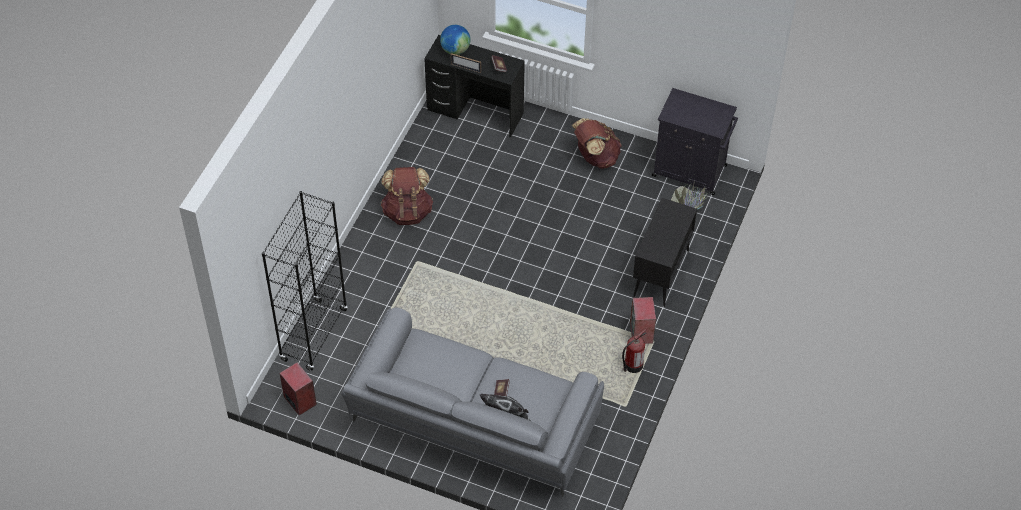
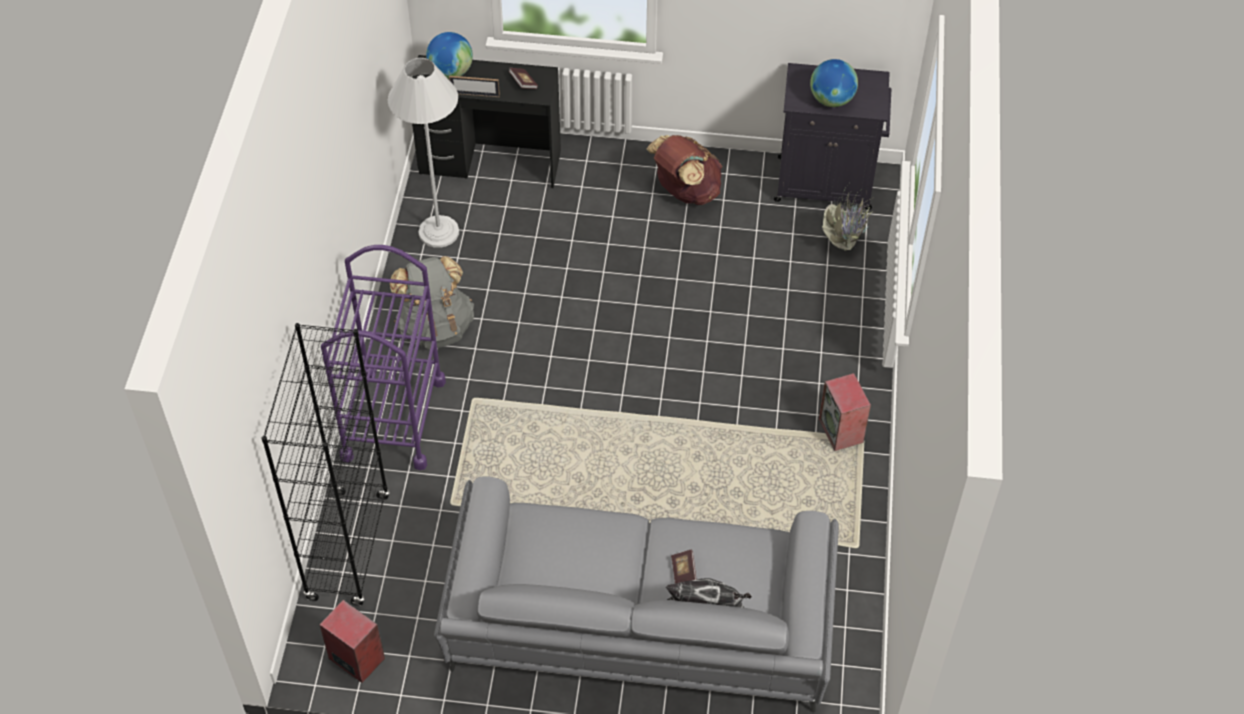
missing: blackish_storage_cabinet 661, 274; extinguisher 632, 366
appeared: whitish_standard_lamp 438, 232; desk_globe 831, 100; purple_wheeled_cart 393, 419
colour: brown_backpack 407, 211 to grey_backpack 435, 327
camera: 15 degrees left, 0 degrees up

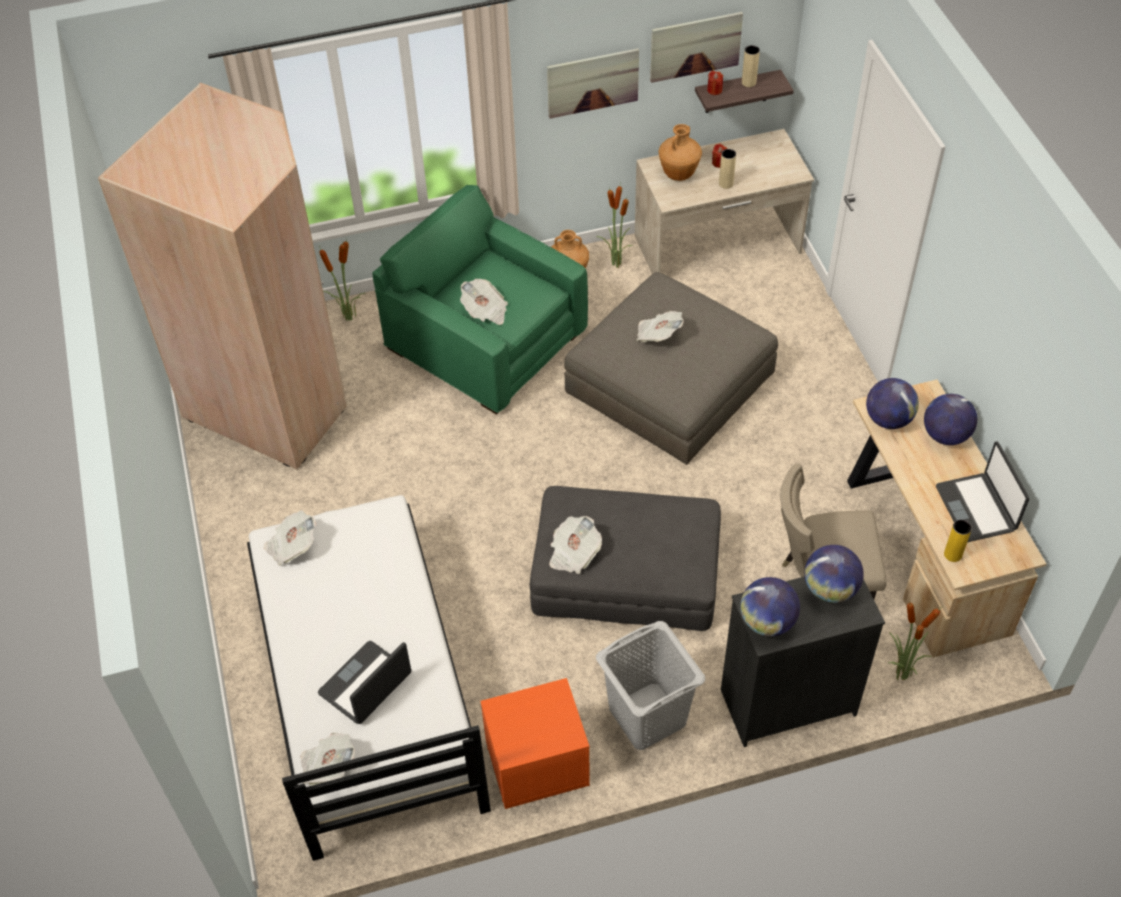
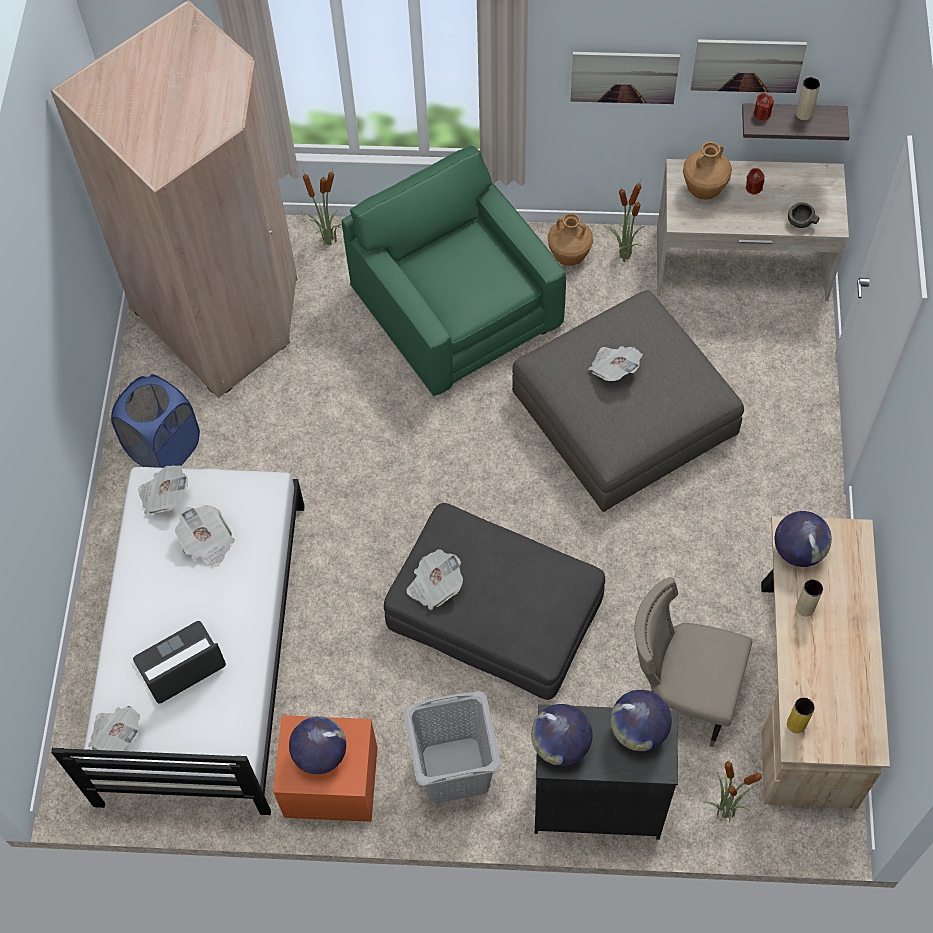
missing: notebook_computer 976, 508
appeared: grey_serving_bowl 800, 221; blue_washing_basket 164, 448
relocated: sand-coloured_vase 726, 184 to 805, 608; newspaper 485, 311 to 207, 542; desk_globe 945, 435 to 320, 754
camera: 20 degrees right, 10 degrees up

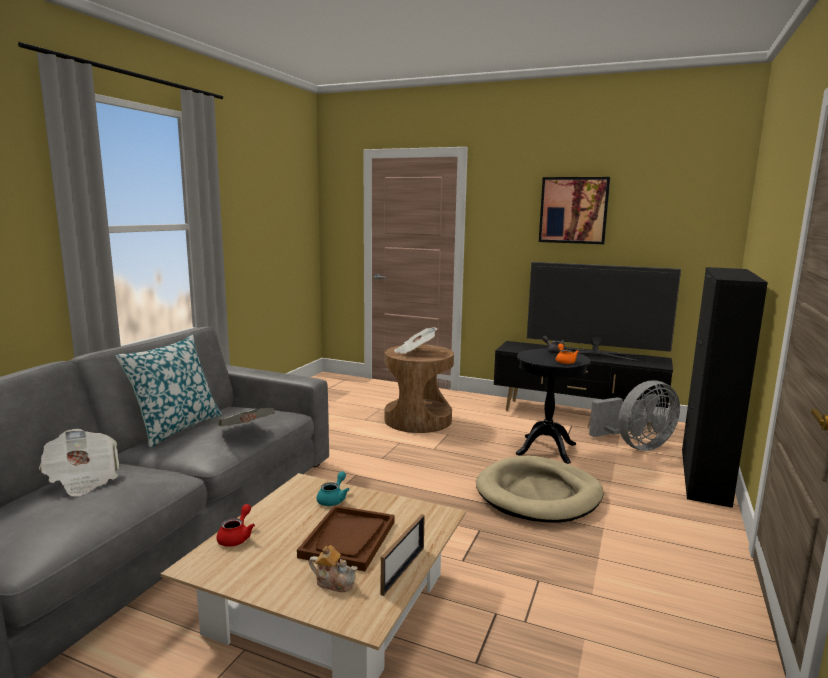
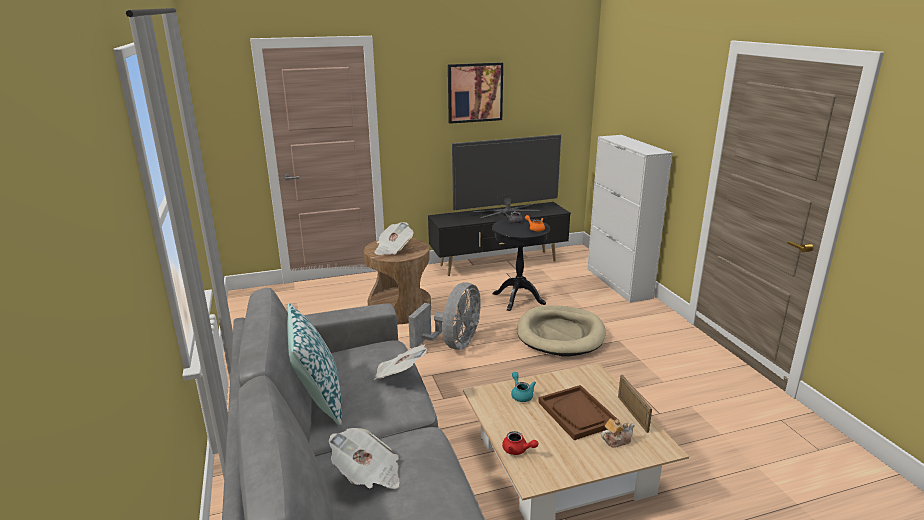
relocated: grey_cooling_fan 636, 446 to 453, 344
colour: blackish_storage_cabinet 704, 476 to whitish_storage_cabinet 618, 283
spun: red_pot_for_tea 237, 537 = 517, 450 150 degrees clockwise
camera: 40 degrees left, 10 degrees up

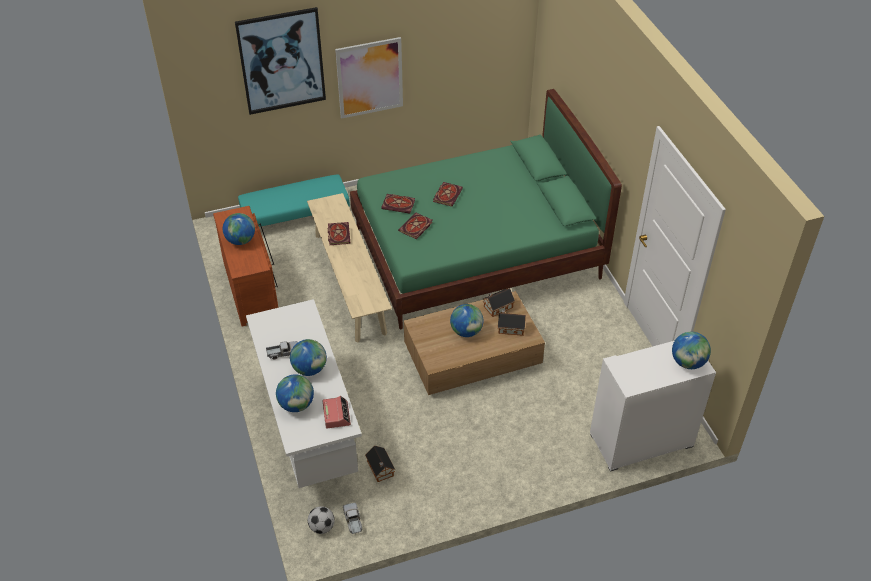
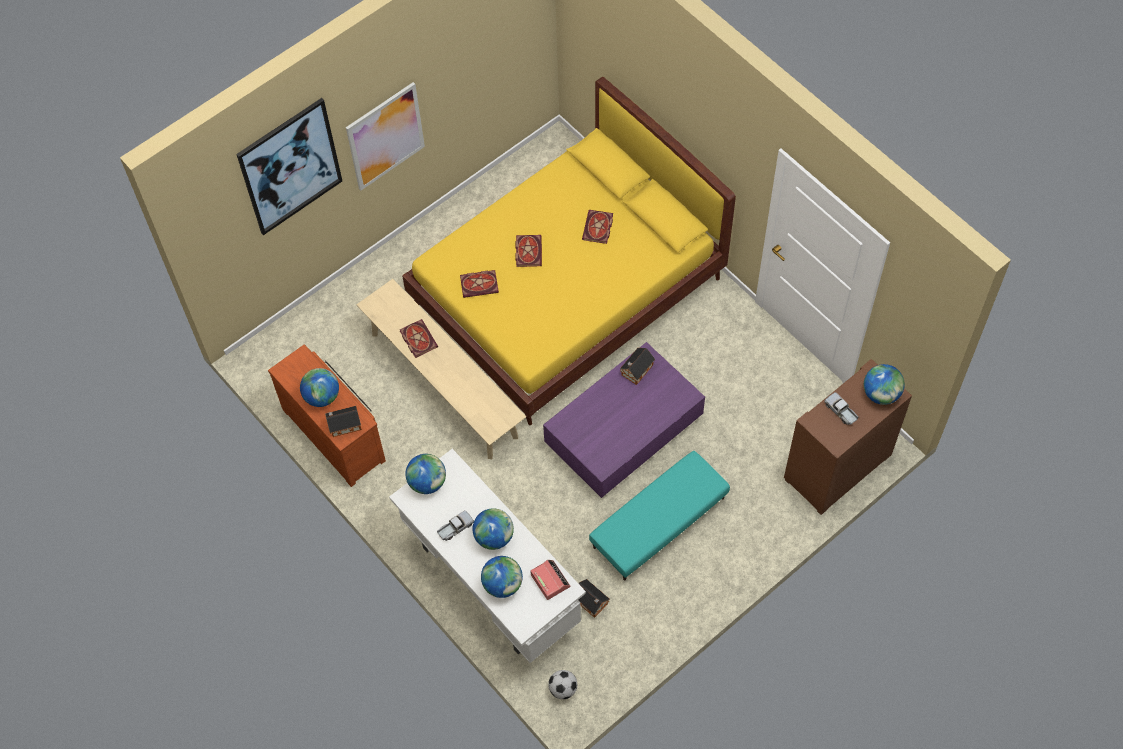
relocated: blue-green_ottoman 295, 214 to 659, 523; bound_book 415, 227 to 598, 228; desk_globe 466, 331 to 427, 482; miniature_house 510, 328 to 343, 425; toy_lorry 353, 521 to 841, 411
colour: greenish_sleeping_bed 476, 253 to yellow_sleeping_bed 568, 293; brown_low_table 473, 356 to purple_low_table 624, 430; whitish_storage_cabinet 641, 441 to brown_storage_cabinet 838, 468
camera: 20 degrees left, 15 degrees up

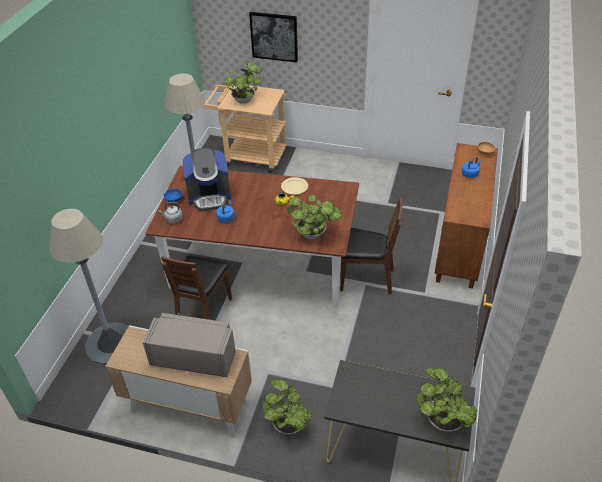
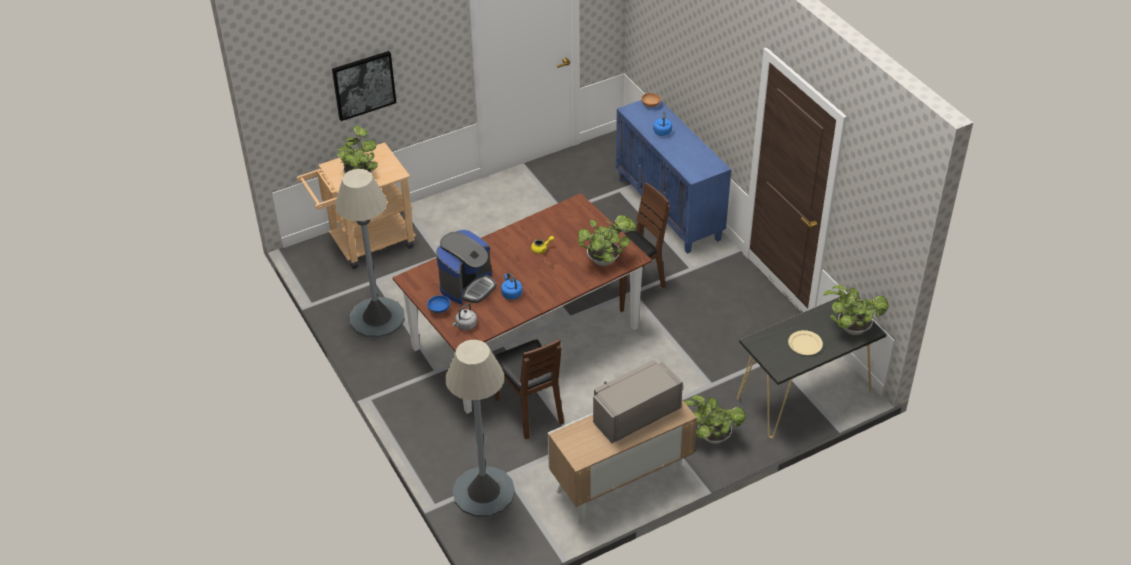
relocated: sand-coloured_plate 294, 187 to 804, 344
colour: brown_storage_cabinet 460, 245 to blue_storage_cabinet 670, 209
camera: 45 degrees left, 0 degrees up

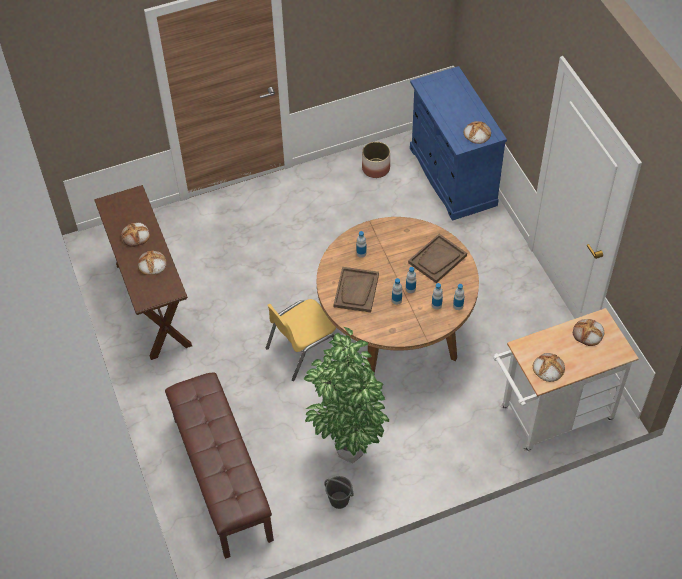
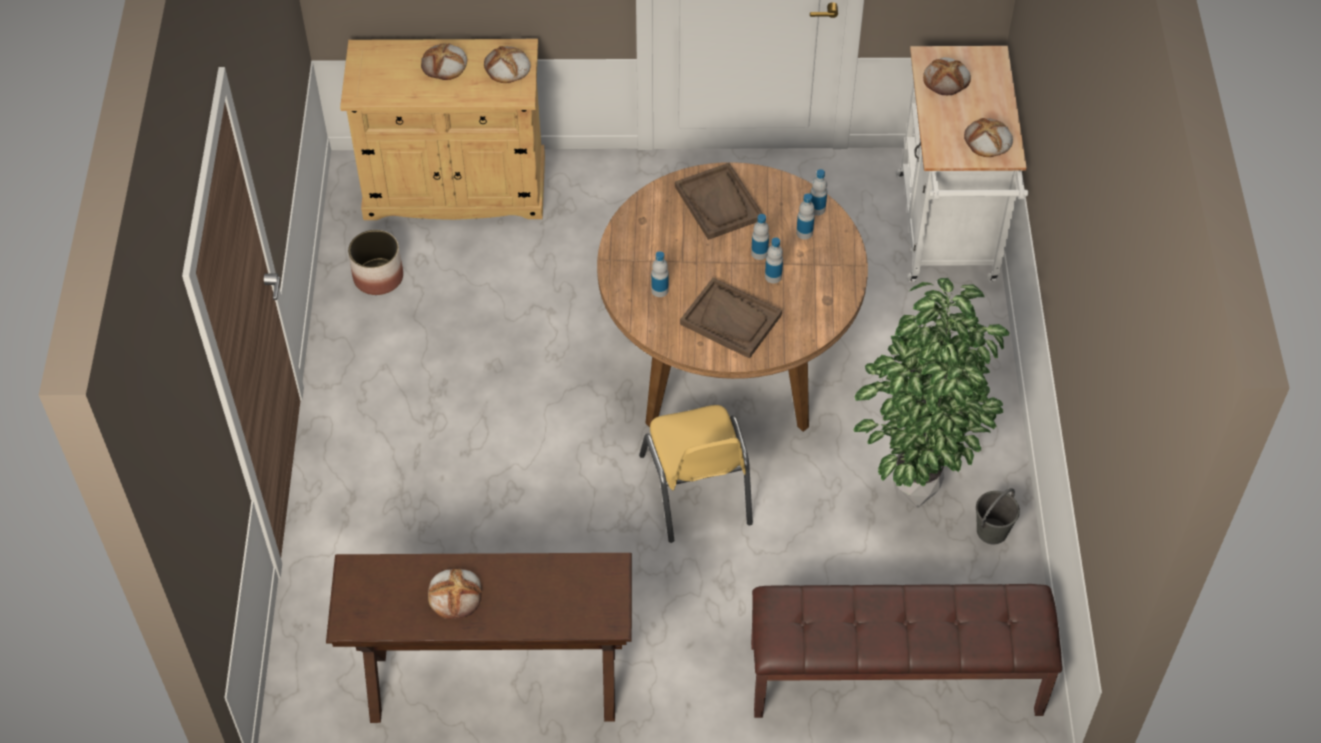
relocated: bakery_bread 152, 264 to 444, 65
colour: blue_storage_cabinet 452, 176 to sand-coloured_storage_cabinet 455, 188
camera: 70 degrees left, 0 degrees up

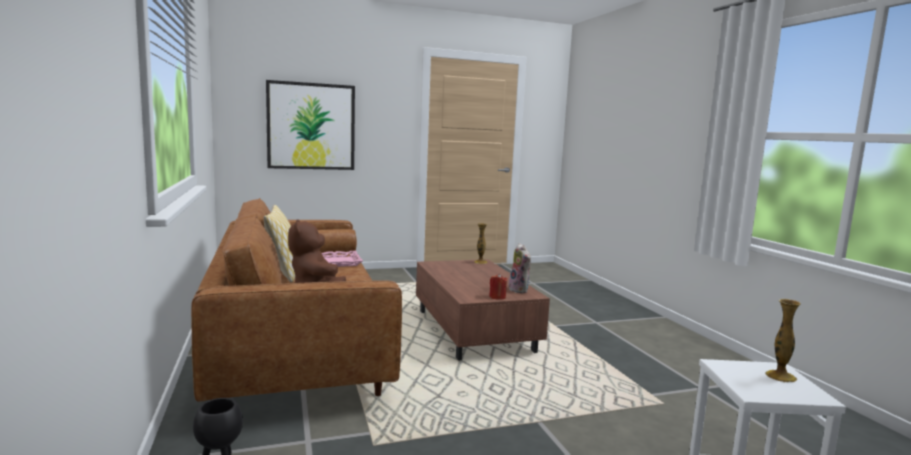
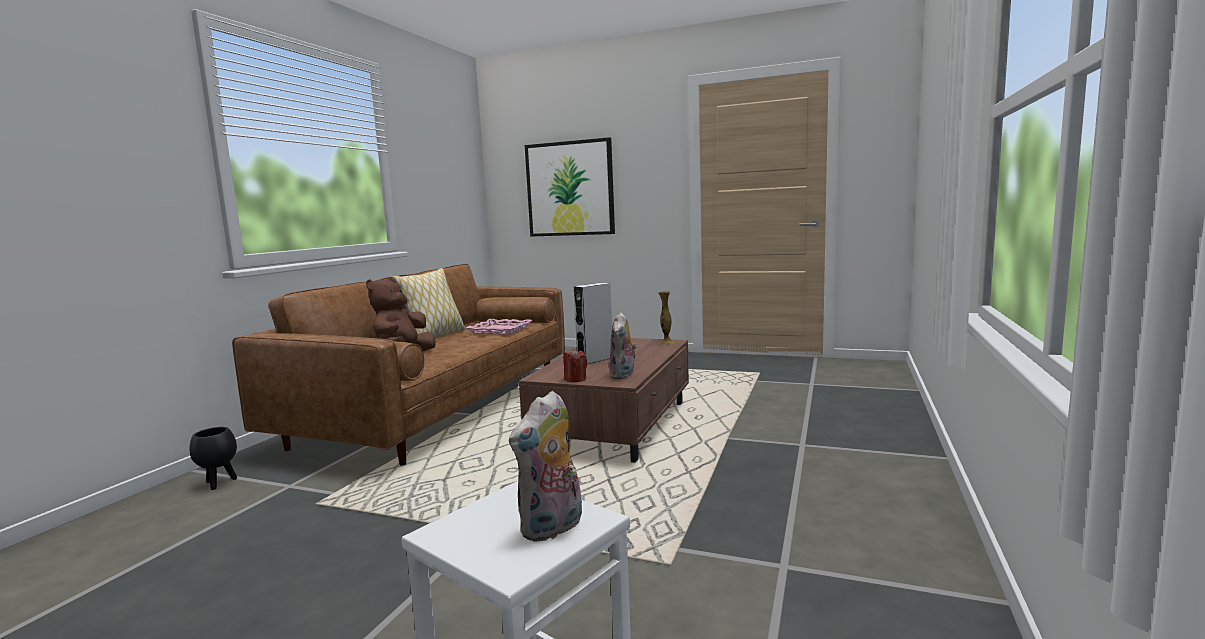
appeared: grey_audio_speaker 595, 360
exchanged: vase 780, 376 to cuddly_toy 552, 528
camera: 40 degrees right, 0 degrees up

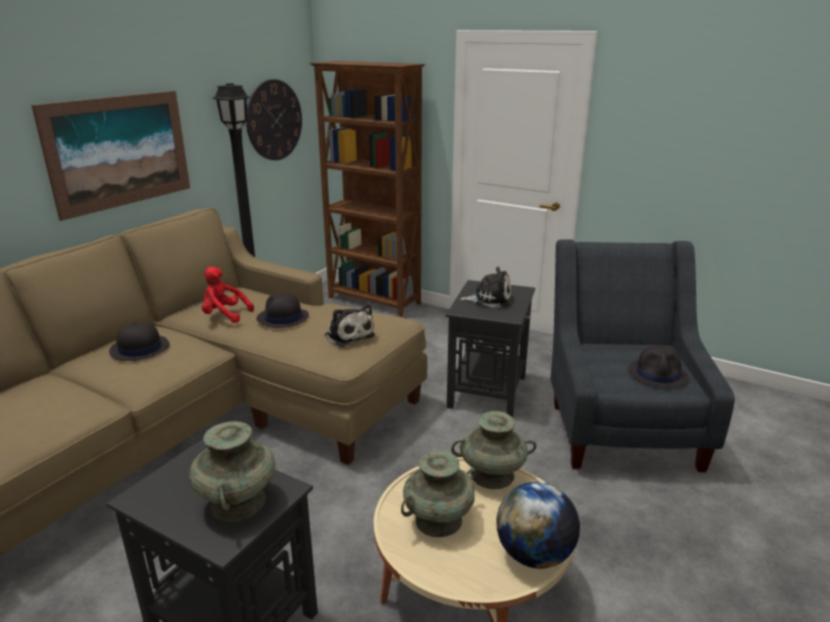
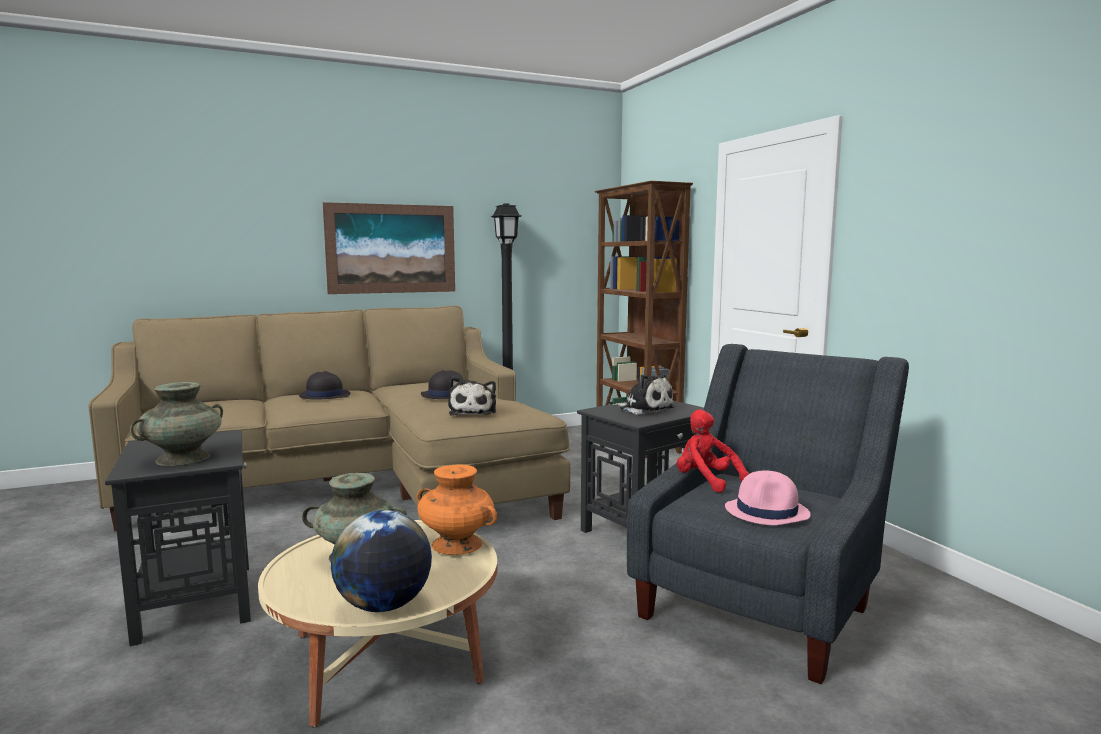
missing: clock_on_the_wall 274, 120
relocated: red_cuddly_toy 224, 315 to 706, 481
colour: blackish_clothing_hat 658, 374 to pink-coloured_clothing_hat 767, 512; blue-green_vase 492, 475 to orangey_vase 456, 544
camera: 35 degrees right, 15 degrees down

